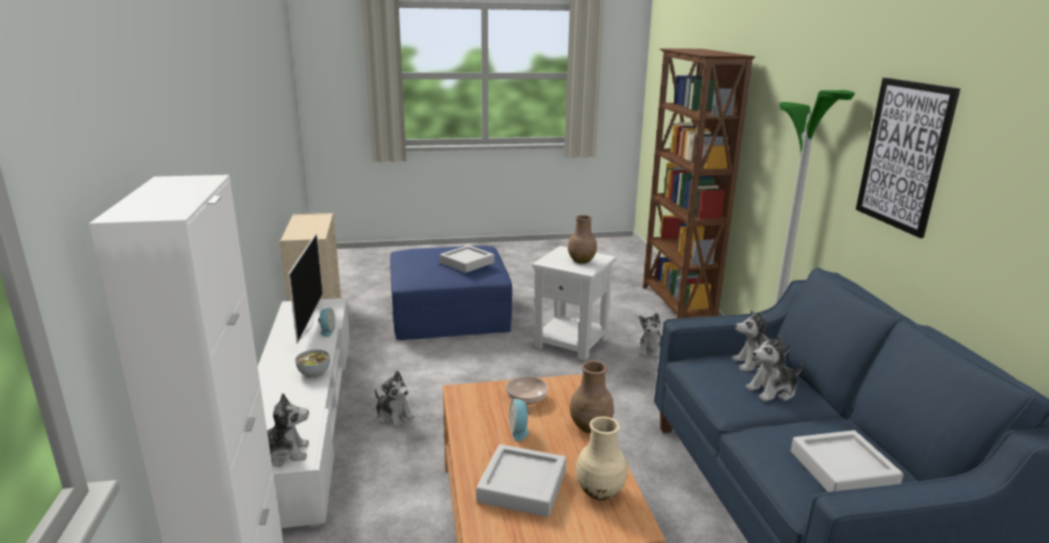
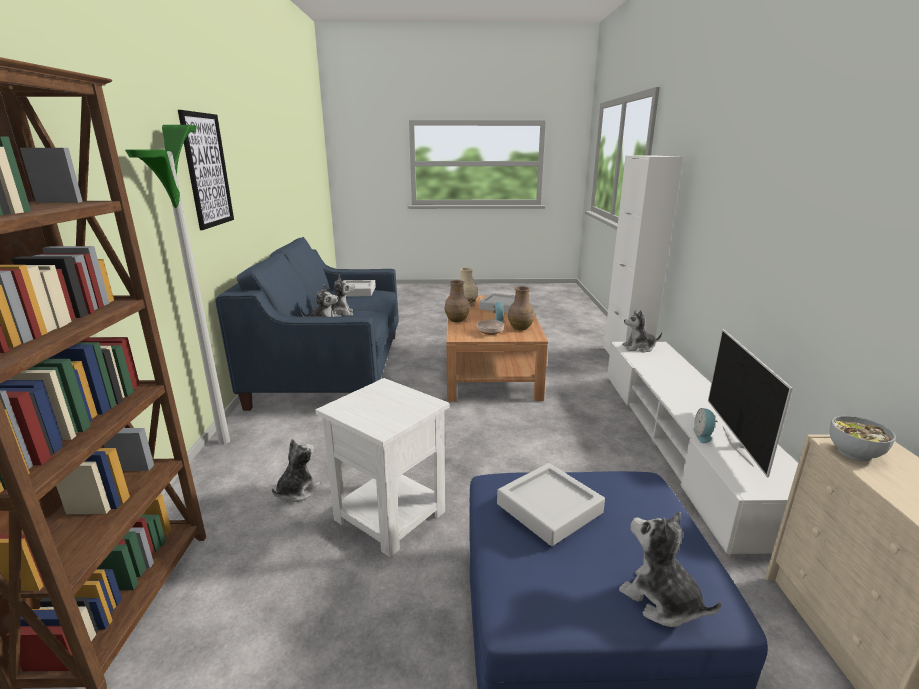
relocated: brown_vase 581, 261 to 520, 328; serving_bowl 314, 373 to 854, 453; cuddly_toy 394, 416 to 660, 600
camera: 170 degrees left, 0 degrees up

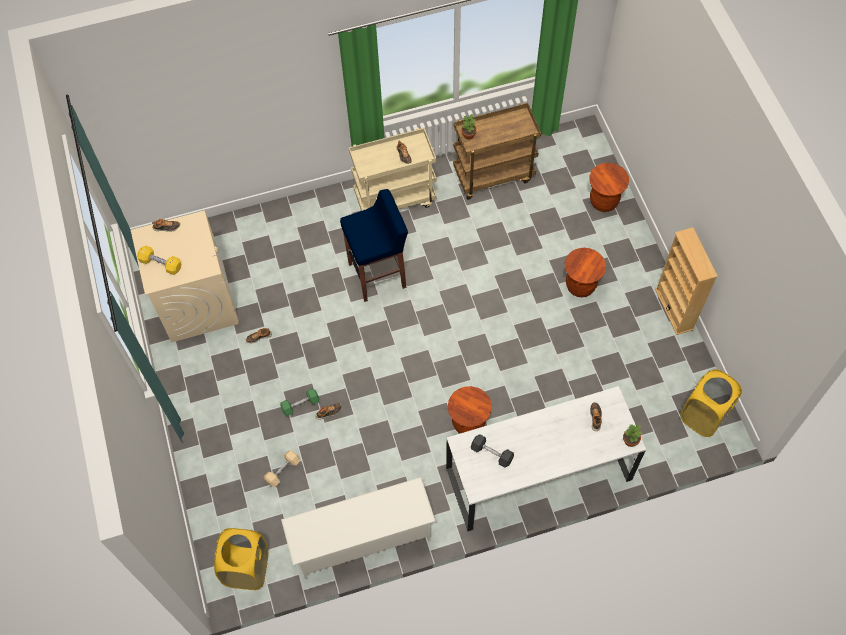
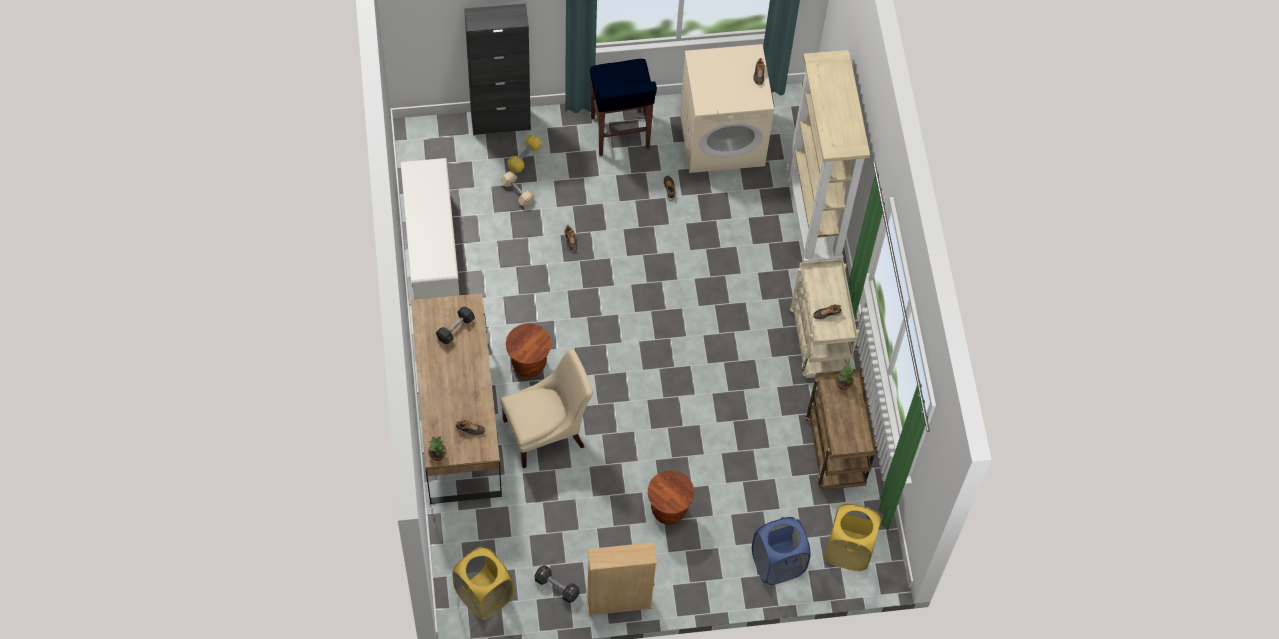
missing: greenish_hand_weight 300, 405
appeared: blackish_storage_cabinet 500, 121; sand-coloured_shelving_unit 814, 219; sand-coloured_upright_chair 547, 432; blackish_hand_weight 557, 587
relocated: blue_stool_seat 378, 275 to 620, 133; yellow_hand_weight 161, 264 to 524, 157; yellow_washing_basket 247, 568 to 848, 550
exchanged: brown_stool_seat 603, 201 to blue_washing_basket 777, 564
colour: whitish_desk_unit 538, 474 to brown_desk_unit 458, 417
camera: 95 degrees right, 0 degrees up

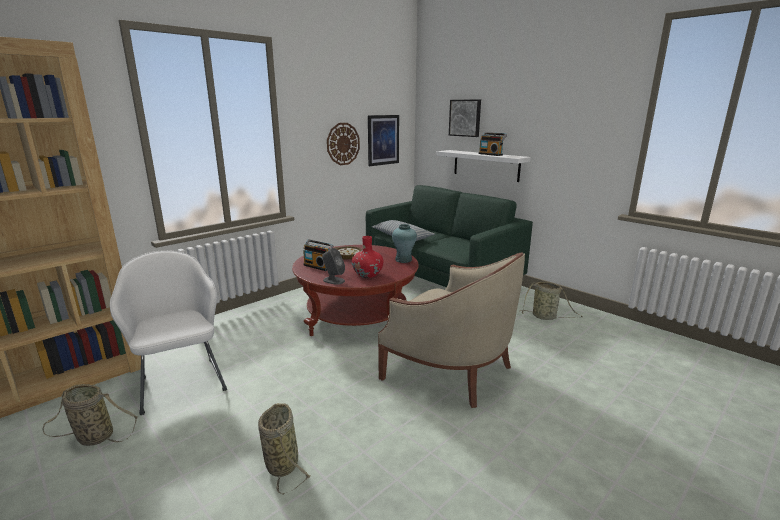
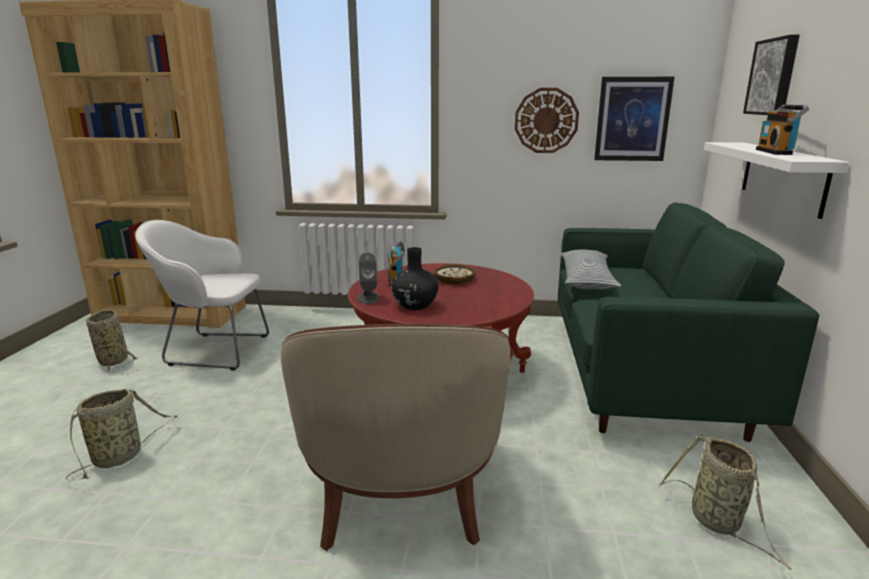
missing: blue-green_vase 403, 260
colour: red_vase 367, 274 to blackish_vase 415, 305
spun: whitish_lounge_chair 181, 381 = 214, 350 105 degrees counterclockwise
camera: 50 degrees right, 0 degrees up

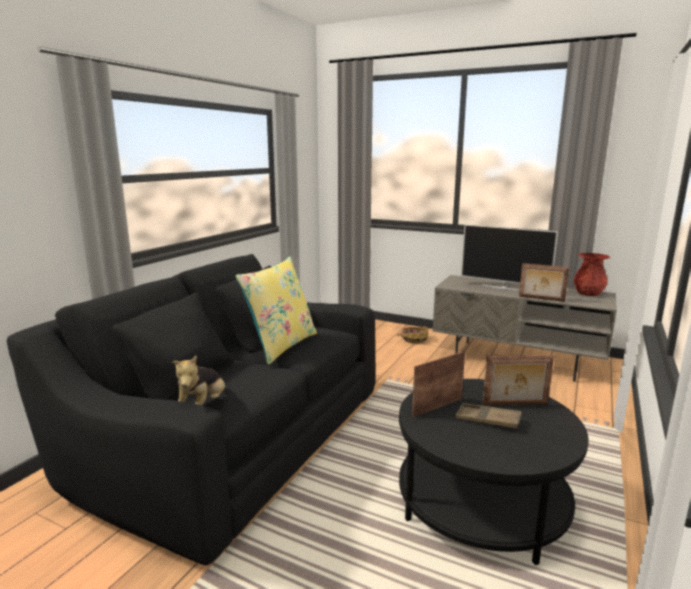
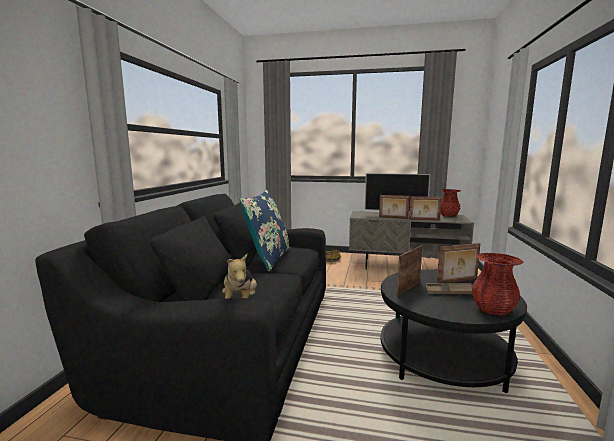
appeared: photo_frame 393, 218; red_vase 493, 310
colour: yellow_throw_pillow 281, 345 to blue_throw_pillow 268, 259
camera: 15 degrees left, 5 degrees down

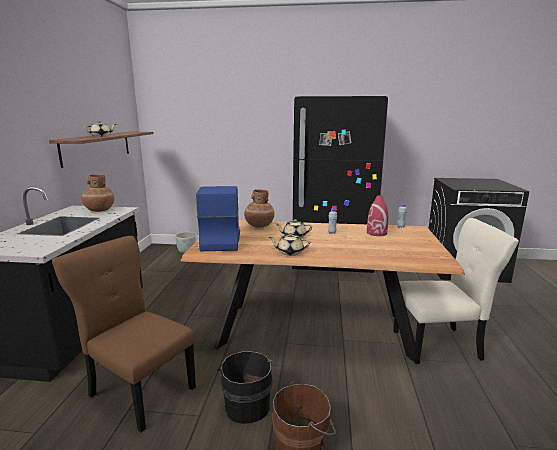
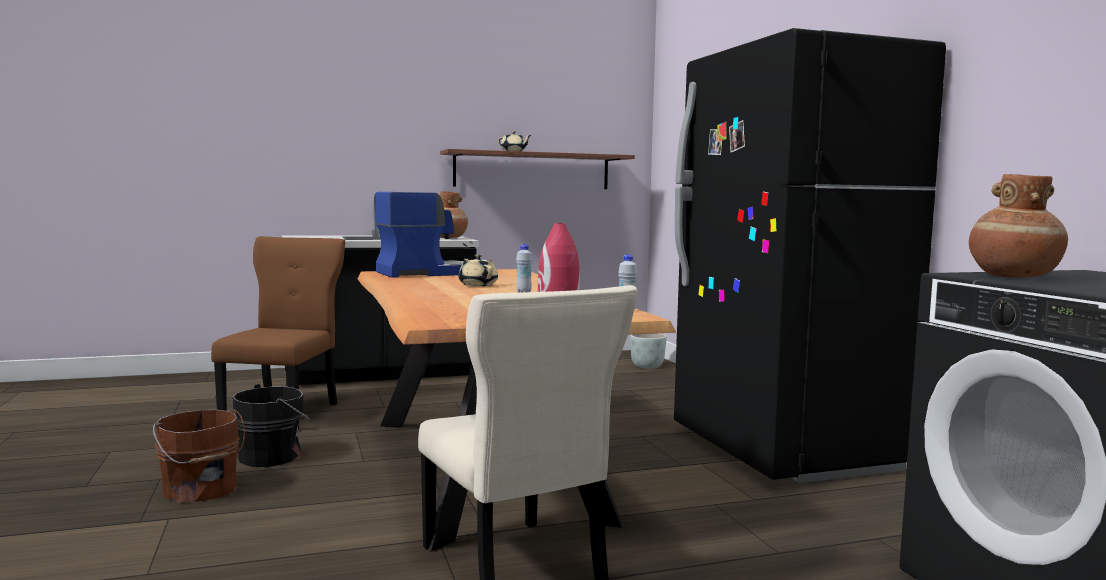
missing: sand-coloured_pot_for_tea 289, 252
relocated: brown_vase 259, 225 to 1012, 276
camera: 65 degrees right, 10 degrees down

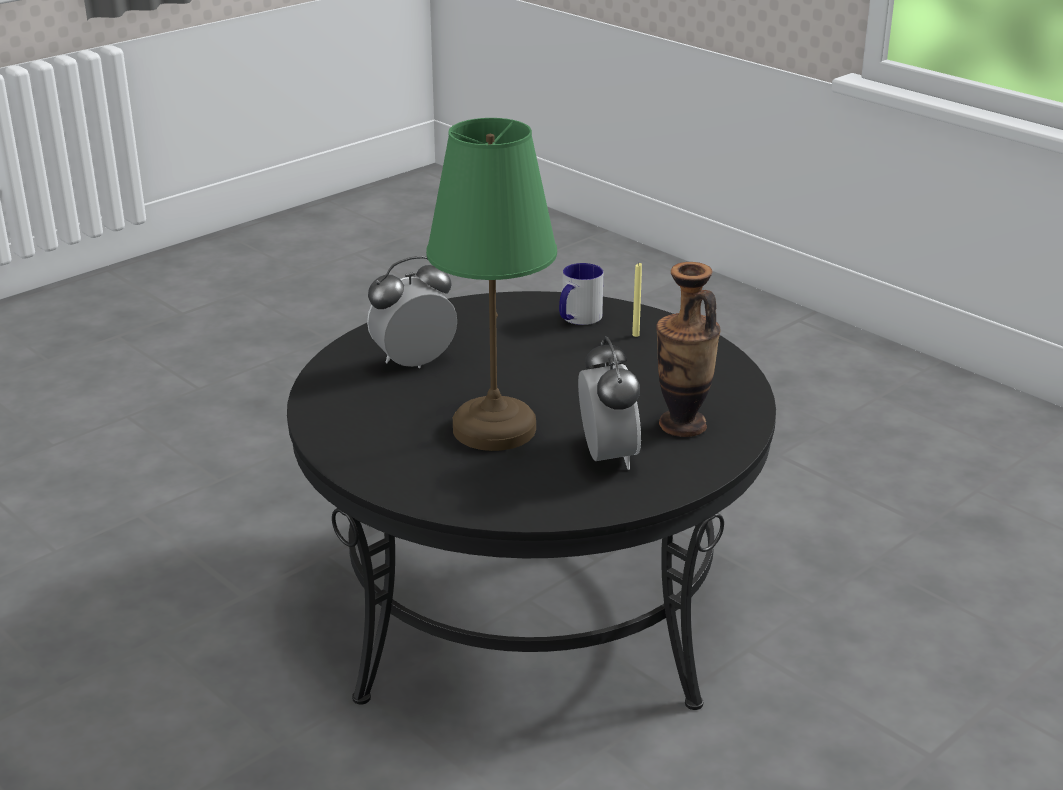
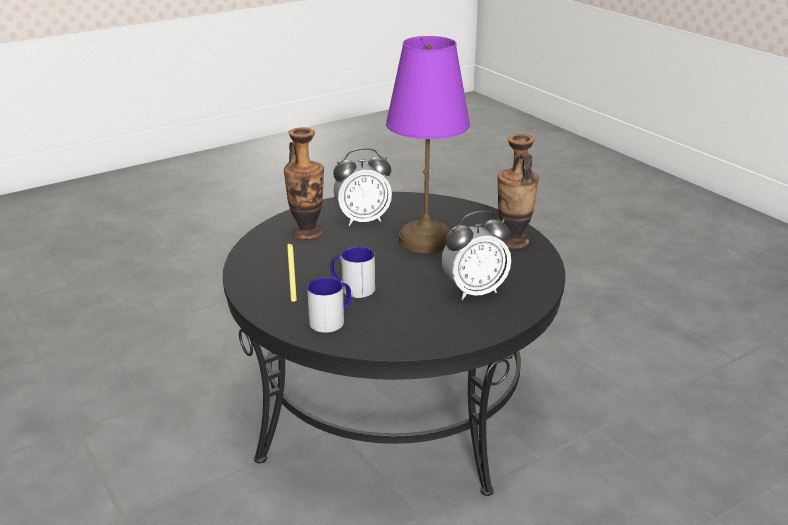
appeared: vase 513, 241; coffee_mug 352, 288
colour: greenish_table_lamp 495, 429 to purple_table_lamp 424, 239
spun: bedside_clock 607, 457 = 363, 220 105 degrees counterclockwise
camera: 170 degrees left, 0 degrees up

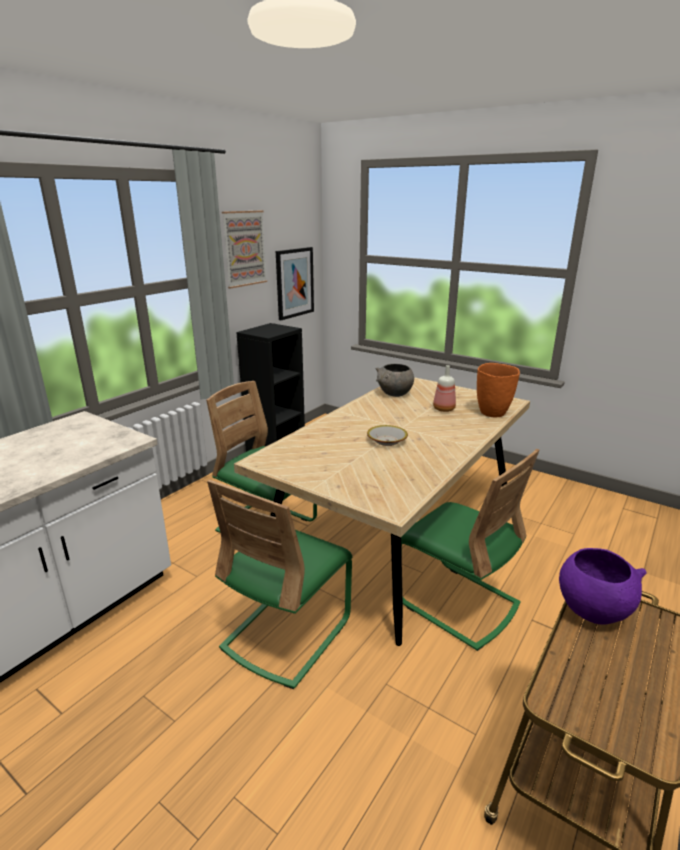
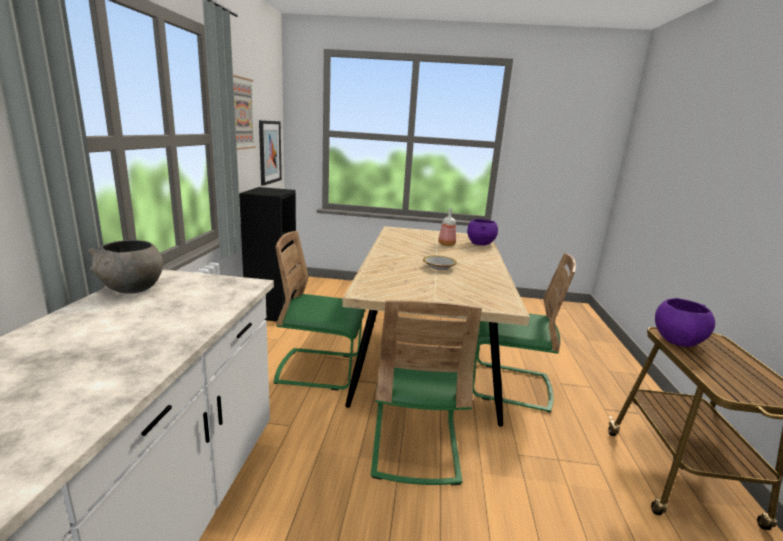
relocated: grey_serving_bowl 394, 394 to 132, 289
exchanged: orangey_vase 493, 413 to purple_serving_bowl 480, 244
camera: 30 degrees left, 5 degrees down

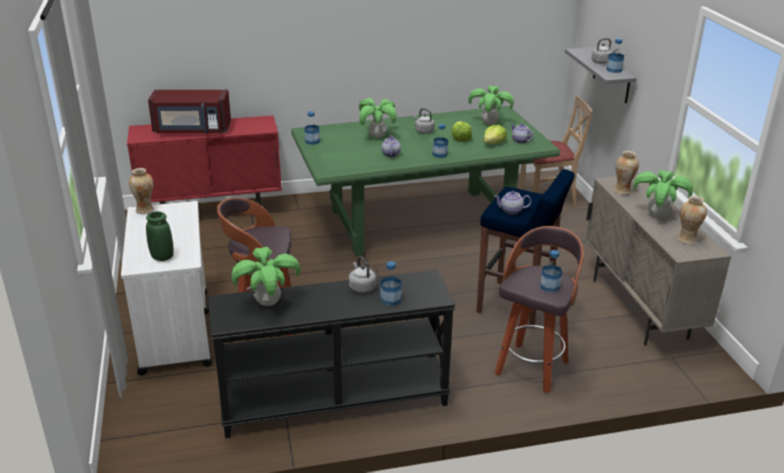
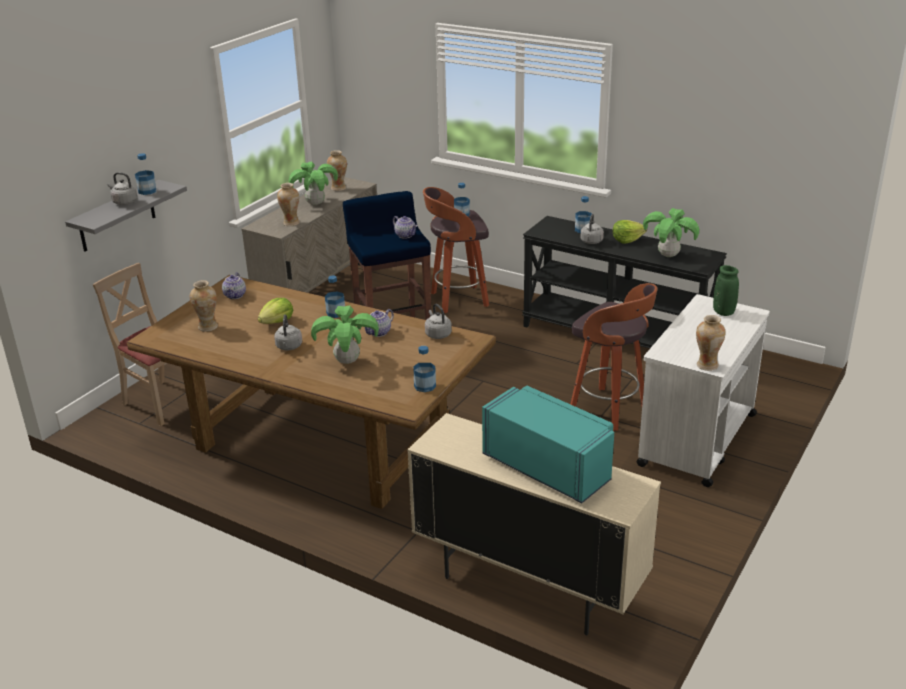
appeared: grey_water_kettle 437, 334
relocated: lettuce 493, 143 to 627, 239
exchanged: plant_in_a_pot 489, 123 to vase 208, 327
colour: red_microwave_oven 192, 130 to blue-green_microwave_oven 548, 467; greenish_dining_table 419, 221 to brown_dining_table 323, 442; red_storage_cabinet 212, 212 to sand-coloured_storage_cabinet 528, 585
camera: 135 degrees left, 0 degrees up

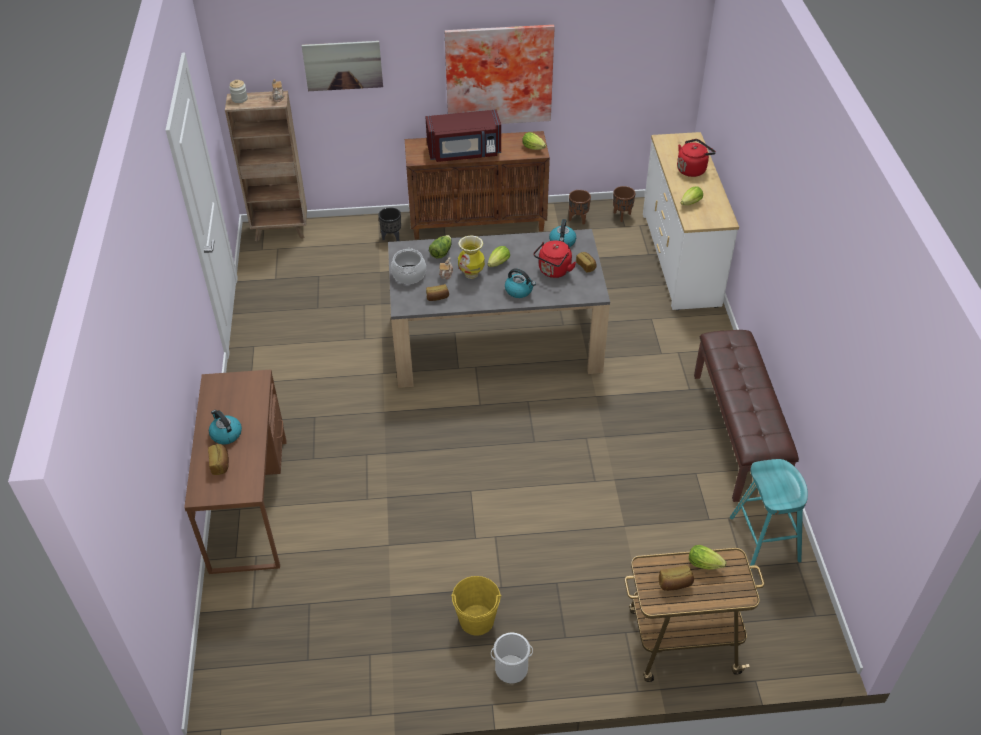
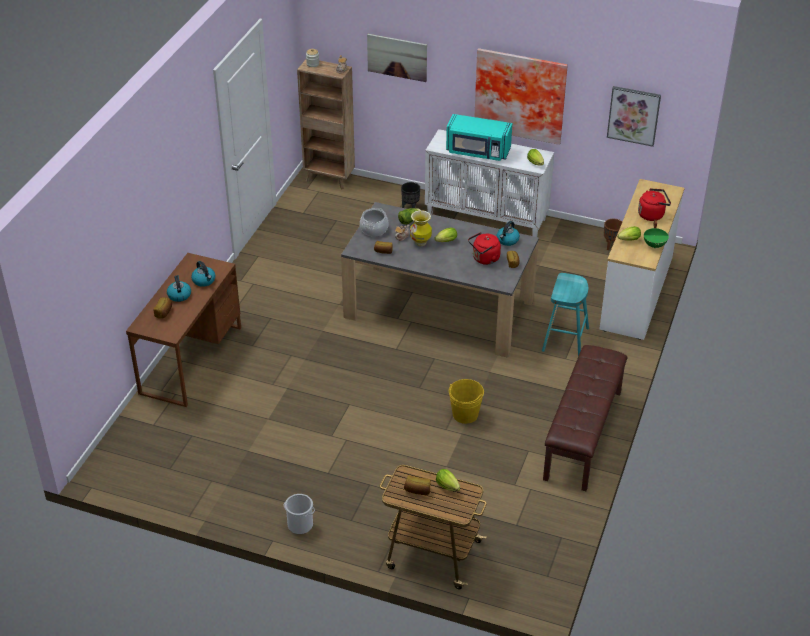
missing: brown_flower_pot 578, 219
appeared: wall_picture 633, 115; greenish_saucepot 655, 245
relocated: water_kettle 519, 290 to 204, 281; blue-green_stool_seat 764, 538 to 565, 339; yellow_bucket 476, 620 to 465, 414
colour: red_microwave_oven 464, 152 to blue-green_microwave_oven 478, 151; brown_storage_cabinet 478, 222 to whitish_storage_cabinet 487, 216
camera: 25 degrees right, 5 degrees down

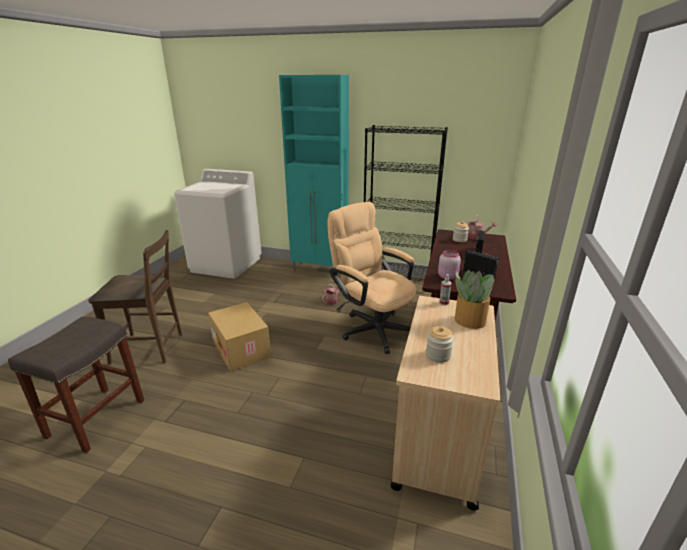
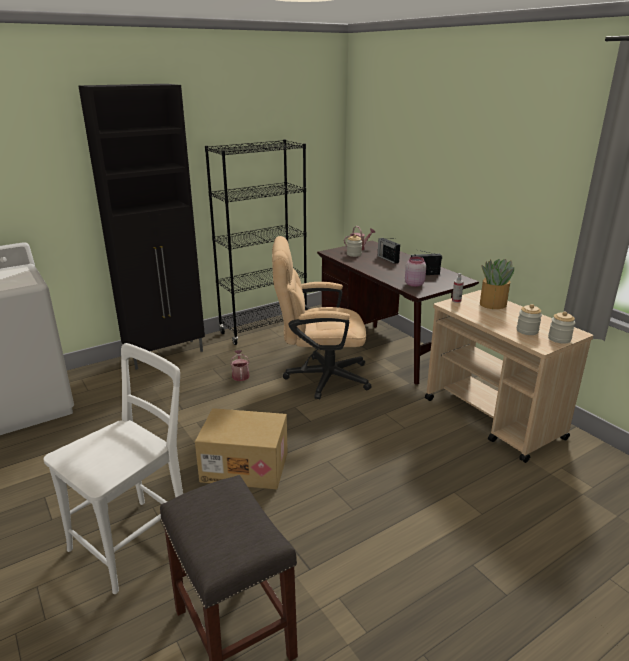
appeared: storage_jar 559, 339
colour: blue-green_storage_cabinet 320, 270 to blackish_storage_cabinet 166, 354; brown_upright_chair 151, 348 to whitish_upright_chair 136, 539
camera: 50 degrees left, 0 degrees up

